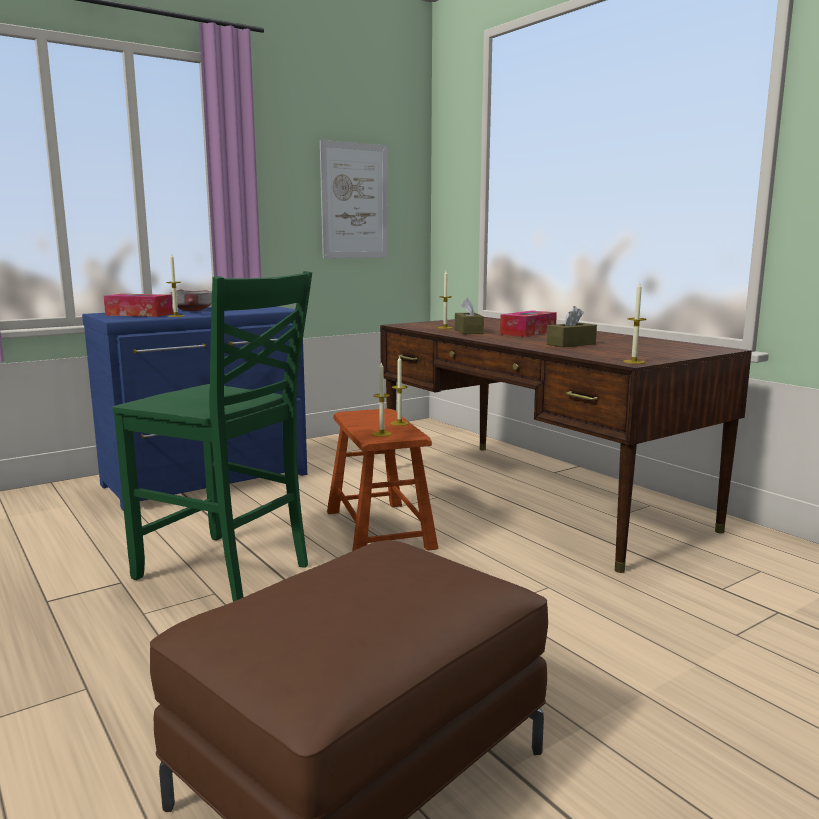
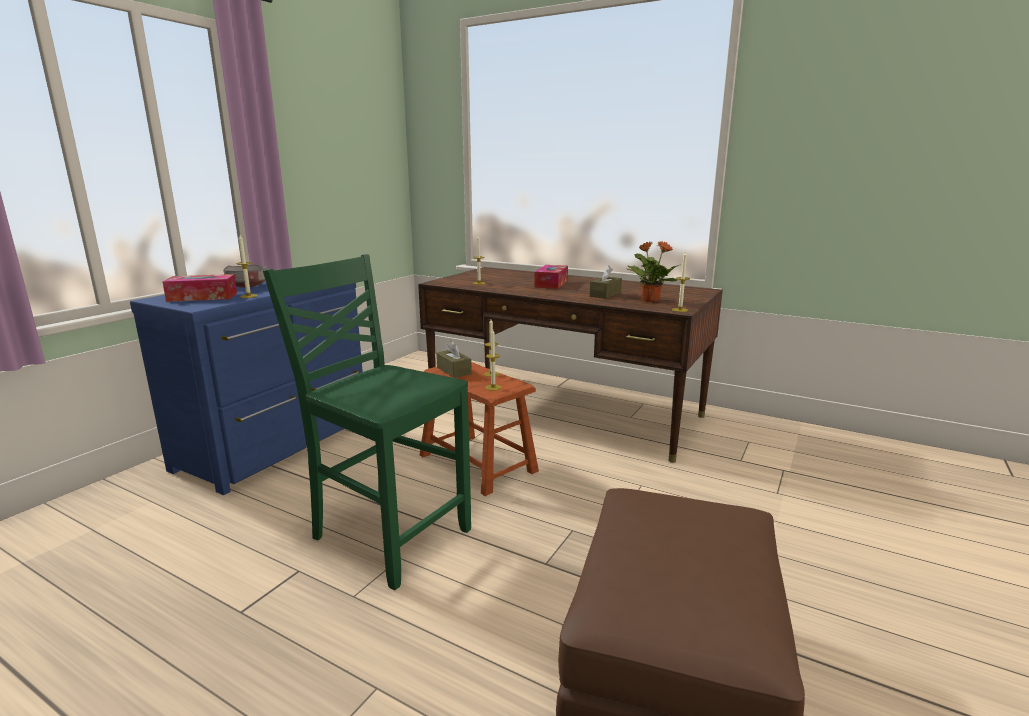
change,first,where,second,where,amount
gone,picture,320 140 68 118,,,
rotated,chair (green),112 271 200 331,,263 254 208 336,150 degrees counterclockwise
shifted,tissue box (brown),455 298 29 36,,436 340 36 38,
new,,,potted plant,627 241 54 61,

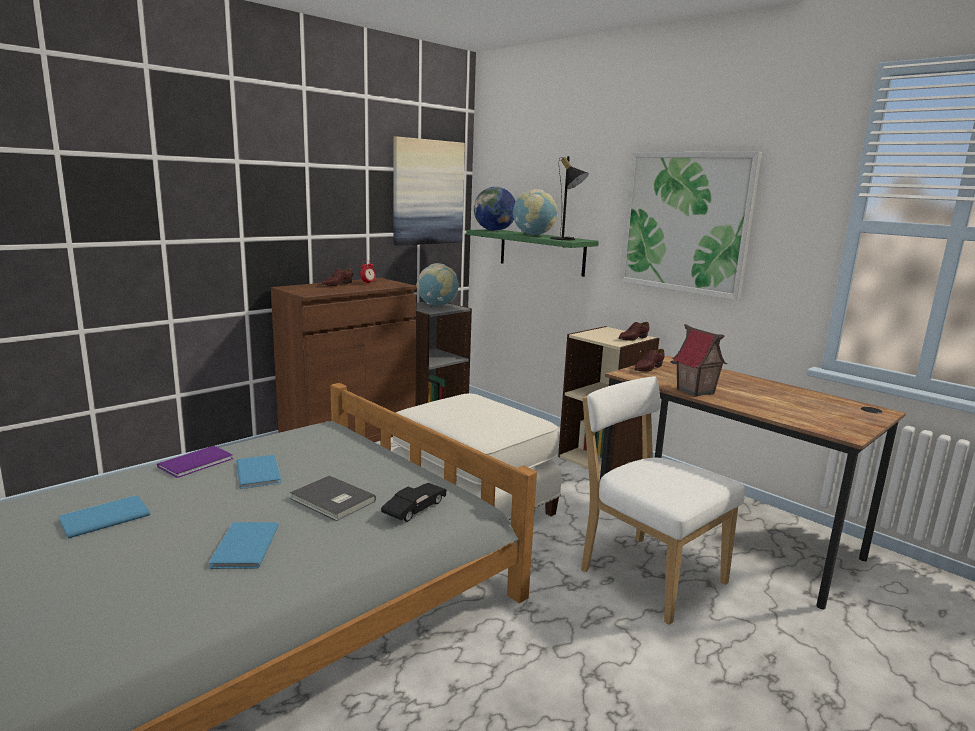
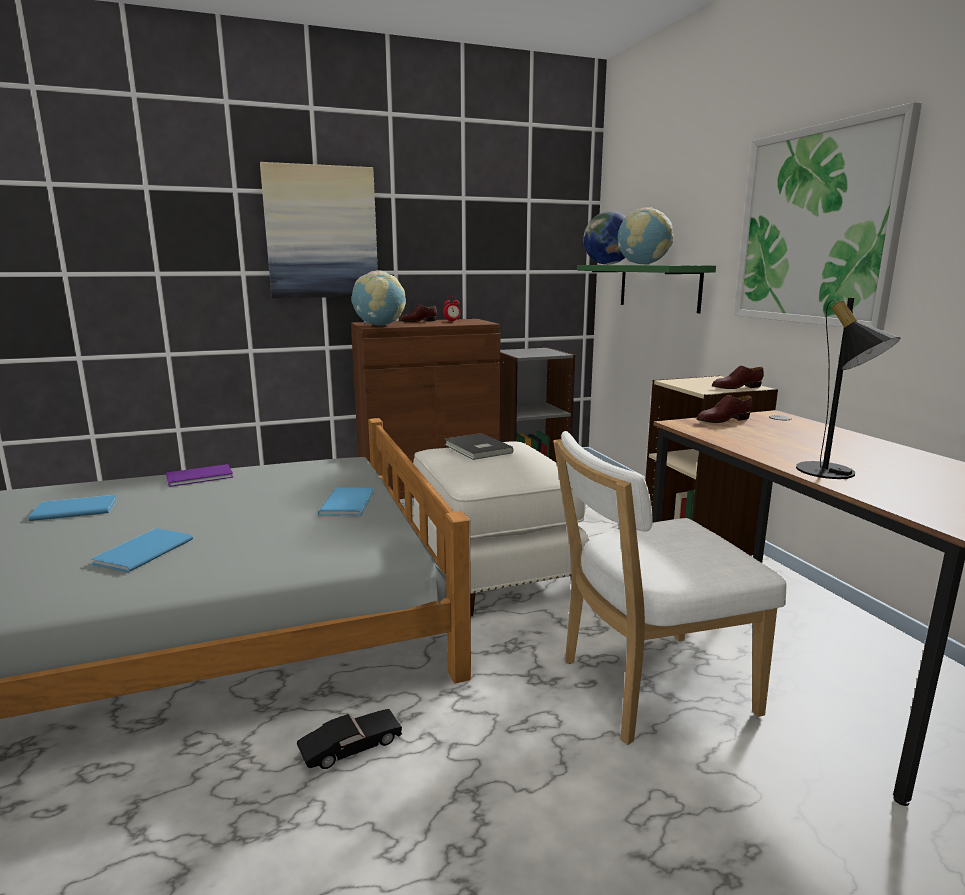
change,first,where,second,where,amount
shifted,picture,393 137 72 109,,260 162 118 136,
shifted,table lamp (black),550 156 39 84,,796 297 104 182,
shifted,globe,416 263 42 43,,351 271 55 55,
gone,toy house,672 324 55 73,,,
rotated,chair (white),581 376 164 249,,553 431 233 314,90 degrees counterclockwise
shifted,book (blue),236 455 45 34,,318 487 56 29,
shifted,book (grey),290 476 86 45,,444 433 69 27,
shifted,toy car (black),381 483 66 39,,297 709 105 60,

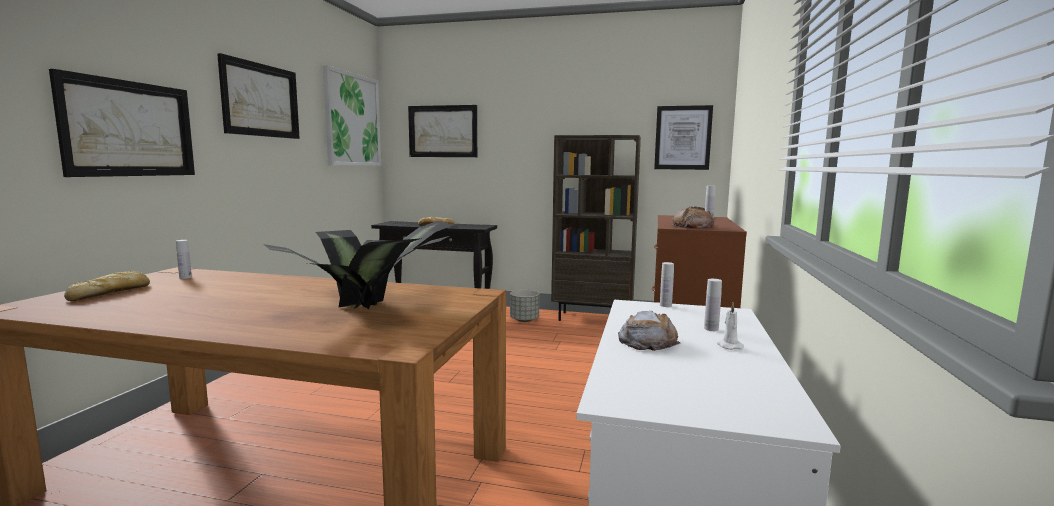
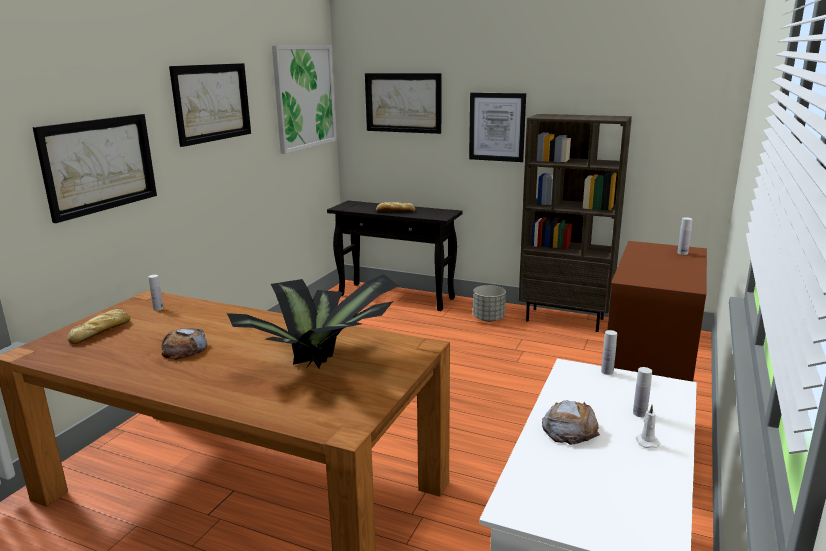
change,first,where,second,where,amount
shifted,picture,654 105 59 65,,469 93 57 69,
shifted,bread,672 206 43 22,,161 328 46 32,

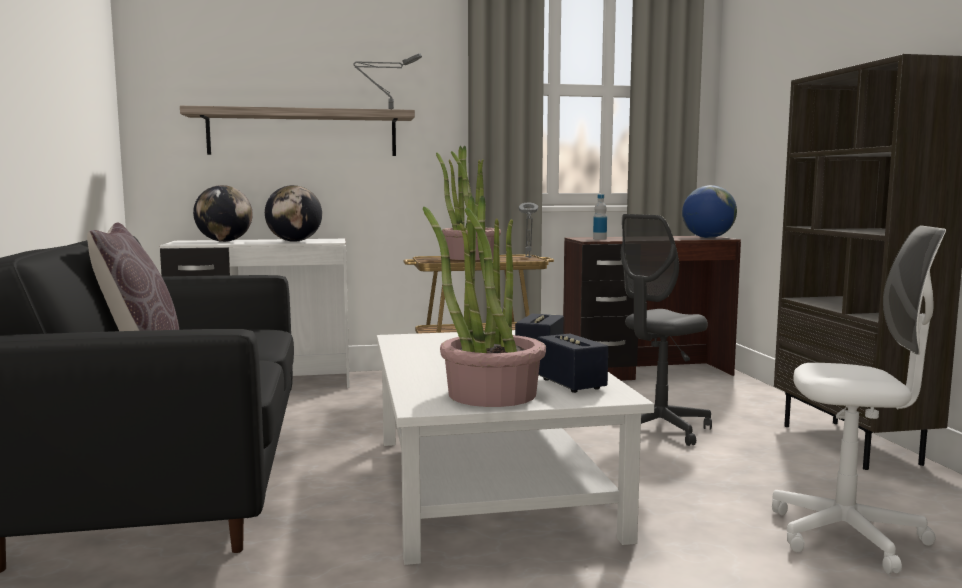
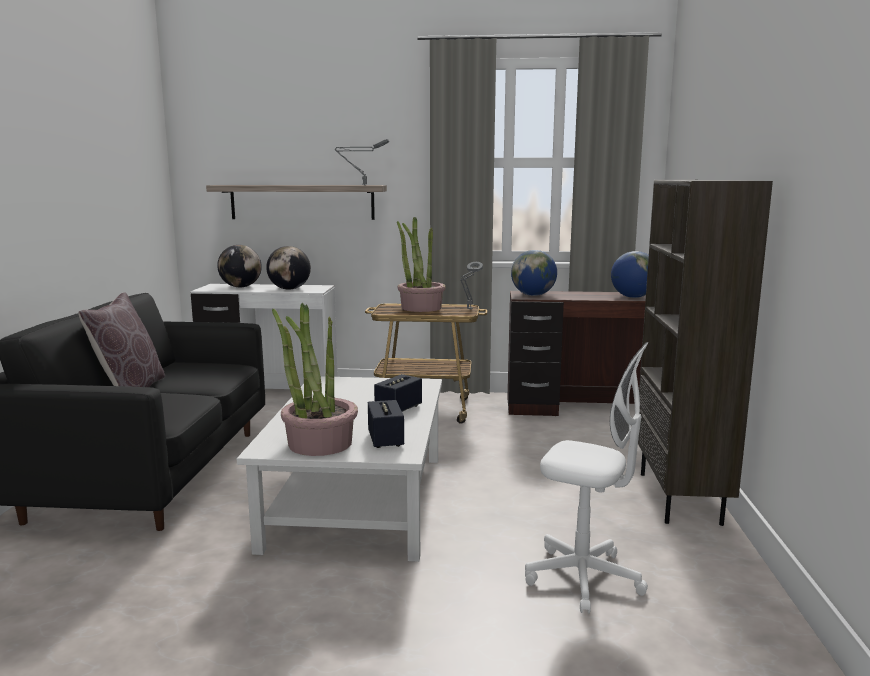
change,first,where,second,where,amount
swapped,bottle,593 194 14 46,globe,511 250 46 46,
gone,office chair (grey),621 214 91 232,,,

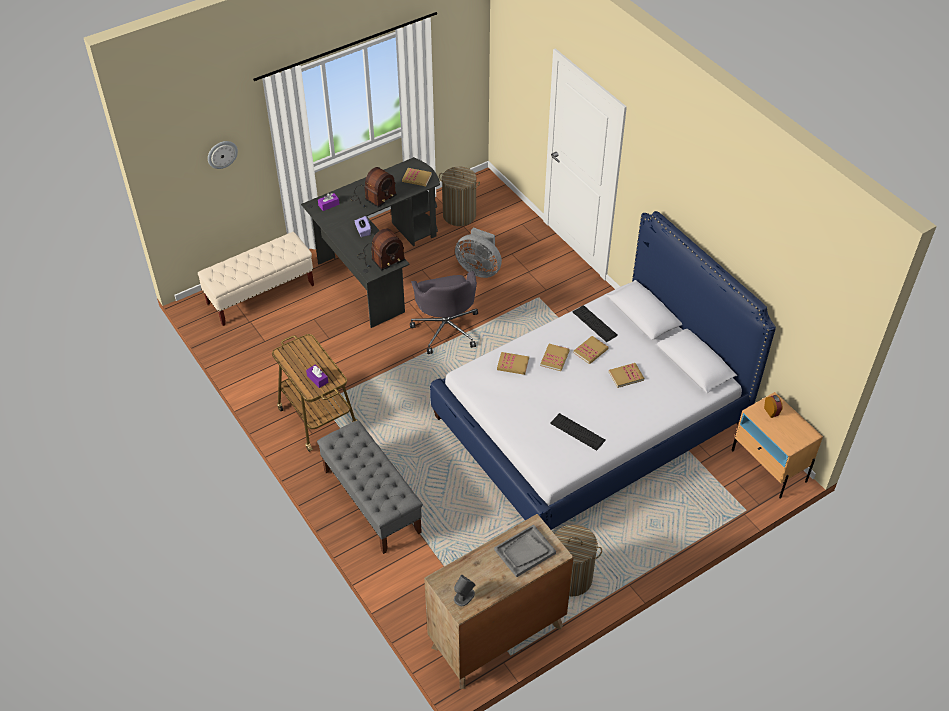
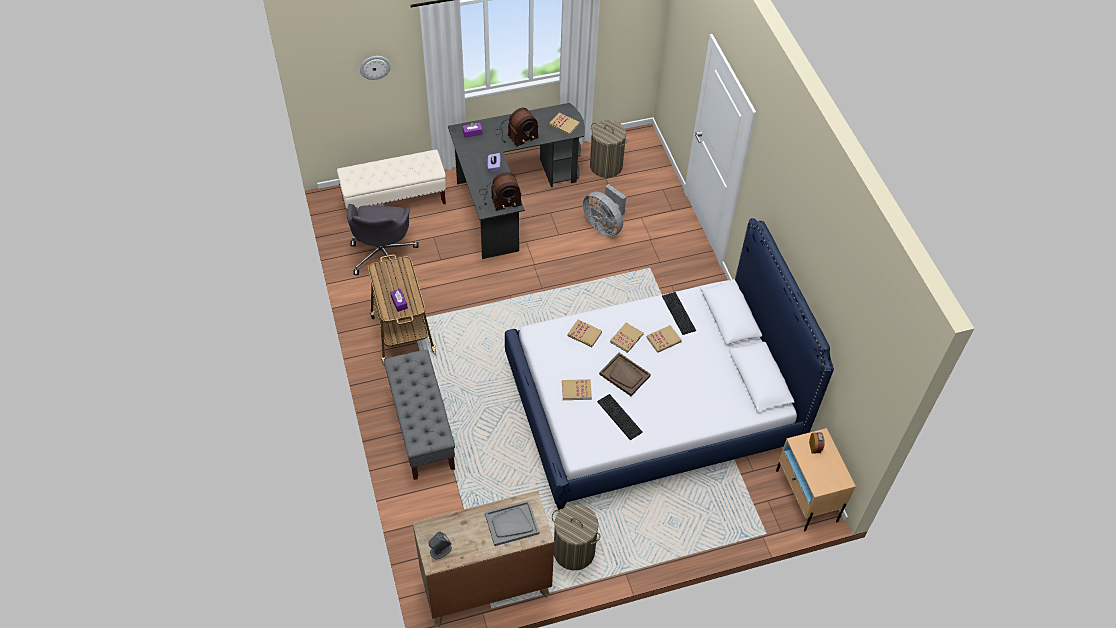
change,first,where,second,where,amount
shifted,office chair (grey),410 271 68 83,,347 204 72 75,
shifted,book,609 363 35 25,,562 379 30 21,
new,,,tray (brown),599 353 52 43,

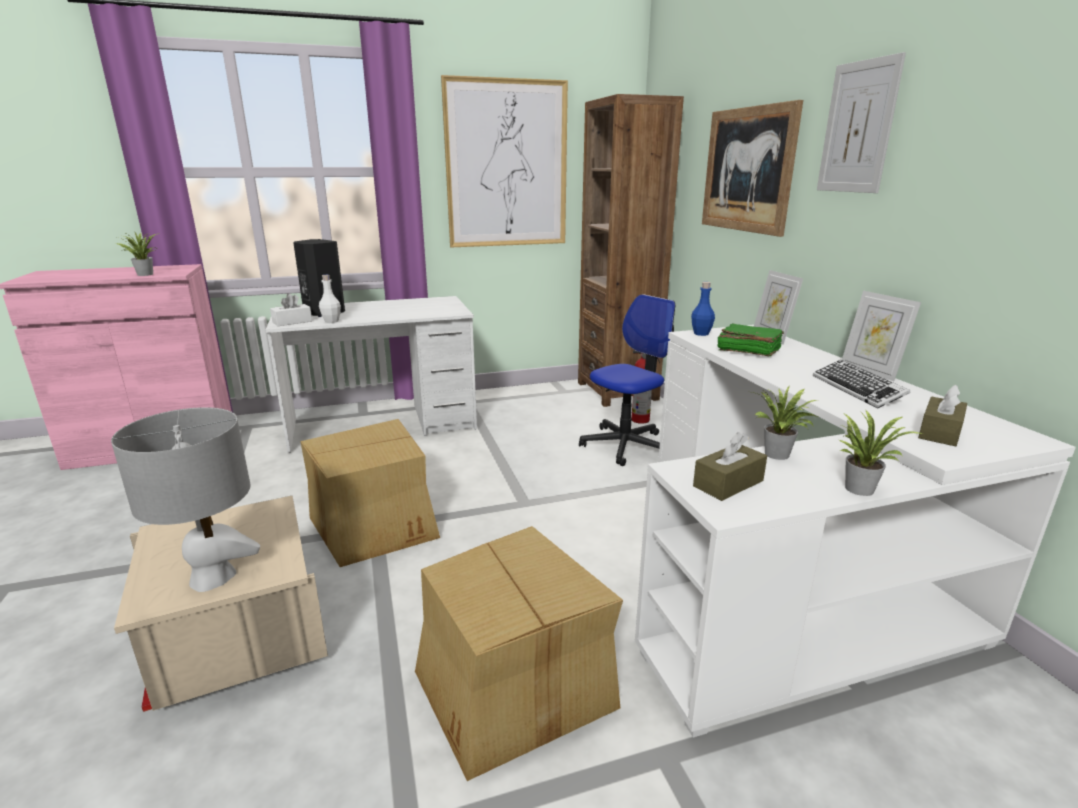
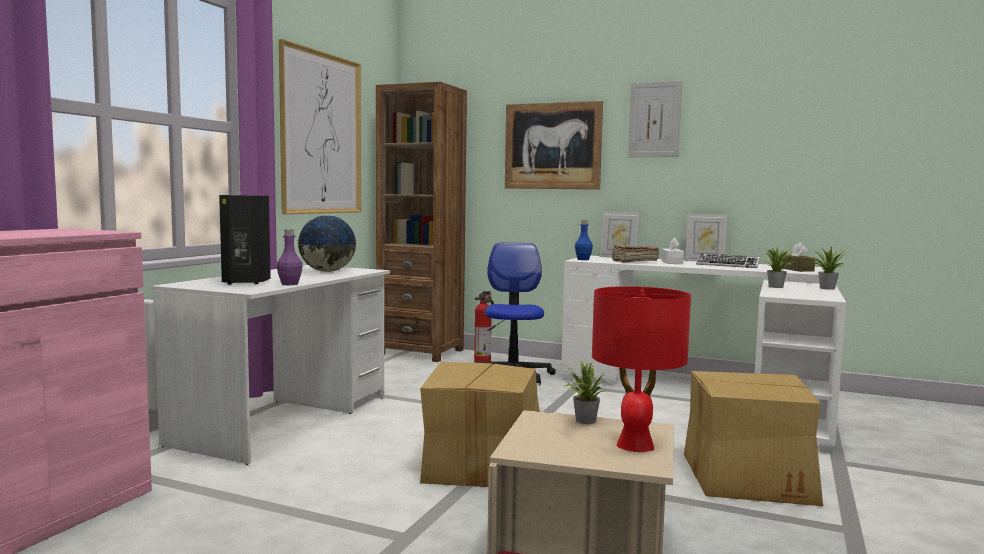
change,first,where,second,where,amount
shifted,potted plant,116 233 40 43,,562 360 49 64,
repainted,bottle (white),319 275 22 48,bottle (purple),277 229 26 56,
shifted,tissue box (white),270 293 42 33,,661 237 23 27,
repainted,book (green),717 323 67 33,book (brown),612 245 47 18,
repainted,table lamp (grey),111 407 149 185,table lamp (red),592 286 99 166,
gone,tissue box (brown),693 432 74 69,,,
new,,,globe,297 215 60 57,

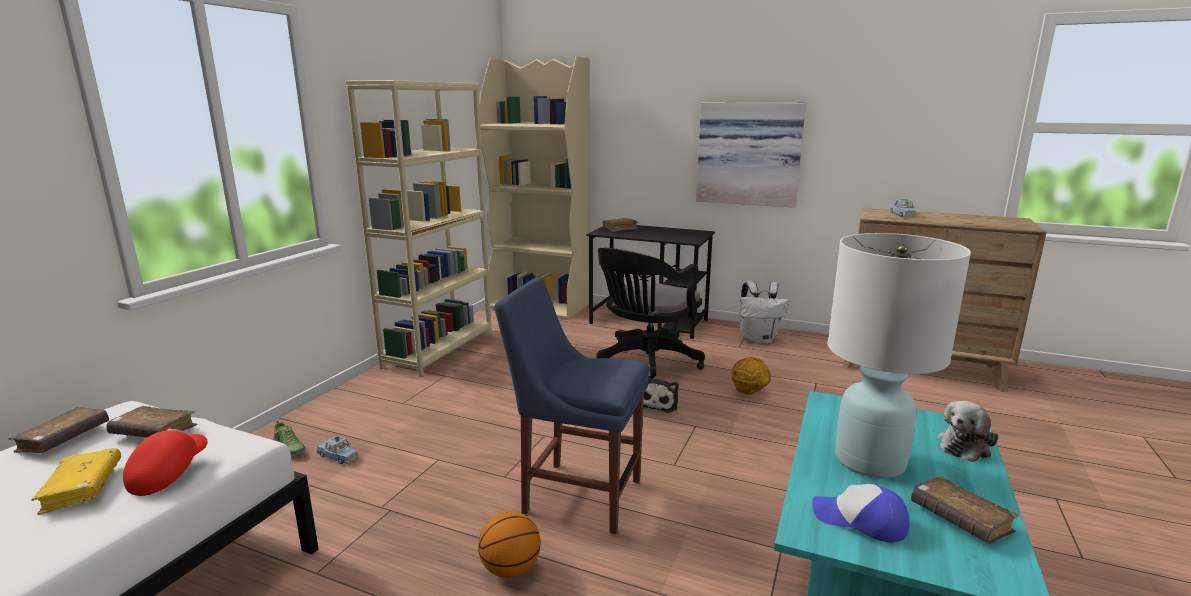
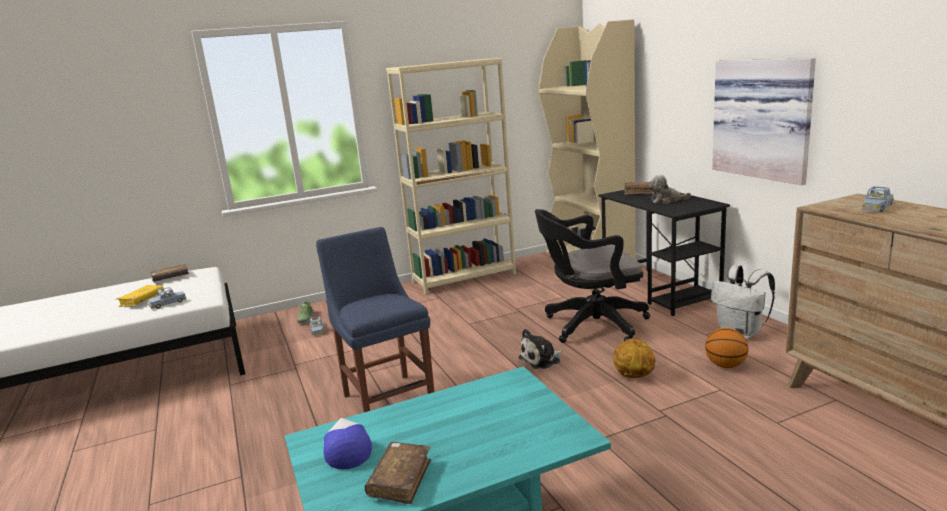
change,first,where,second,where,amount
gone,table lamp (white),828 233 143 245,,,
shifted,plush toy,937 401 62 61,,649 174 42 29,
gone,book (brown),106 406 91 32,,,
swapped,cap (red),123 429 84 67,toy car (blue),148 287 38 22,
shifted,basketball,478 511 63 67,,705 328 43 40,

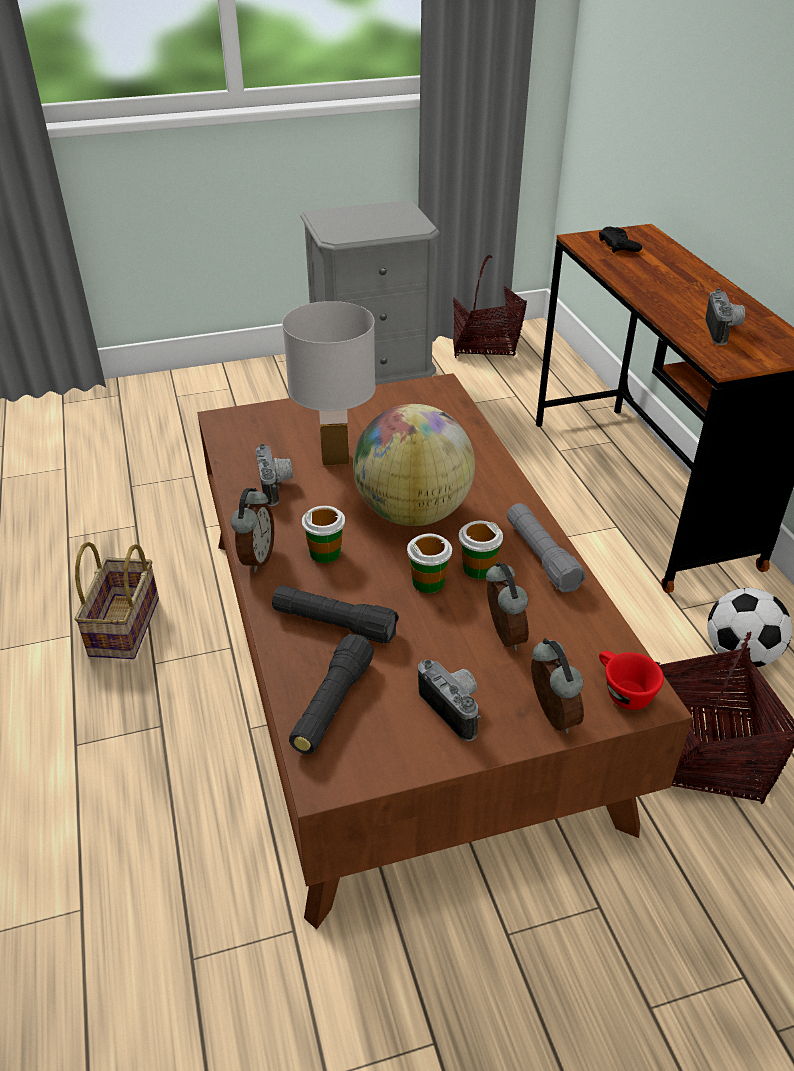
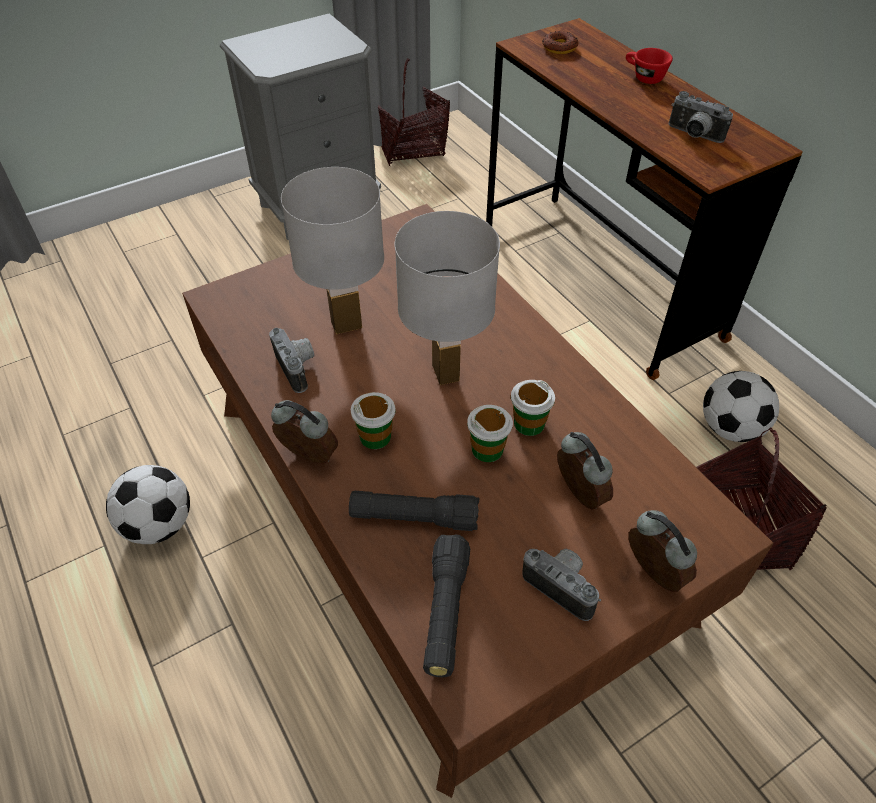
change,first,where,second,where,amount
swapped,game controller (black),599 227 43 26,donut,542 31 36 23,
rotated,photo camera,705 288 40 57,,669 91 64 52,135 degrees clockwise
swapped,globe,353 404 122 122,table lamp (white),395 211 105 174,
rotated,alarm clock,231 488 43 84,,271 400 67 64,60 degrees counterclockwise
gone,flashlight (grey),507 503 79 89,,,
swapped,basket,74 542 85 117,football,106 465 84 79,
shifted,cup (red),599 651 65 59,,626 48 47 36,

